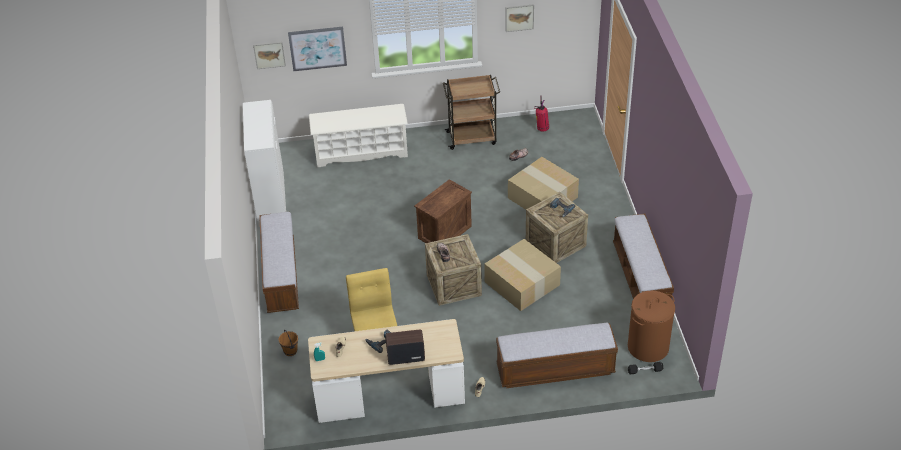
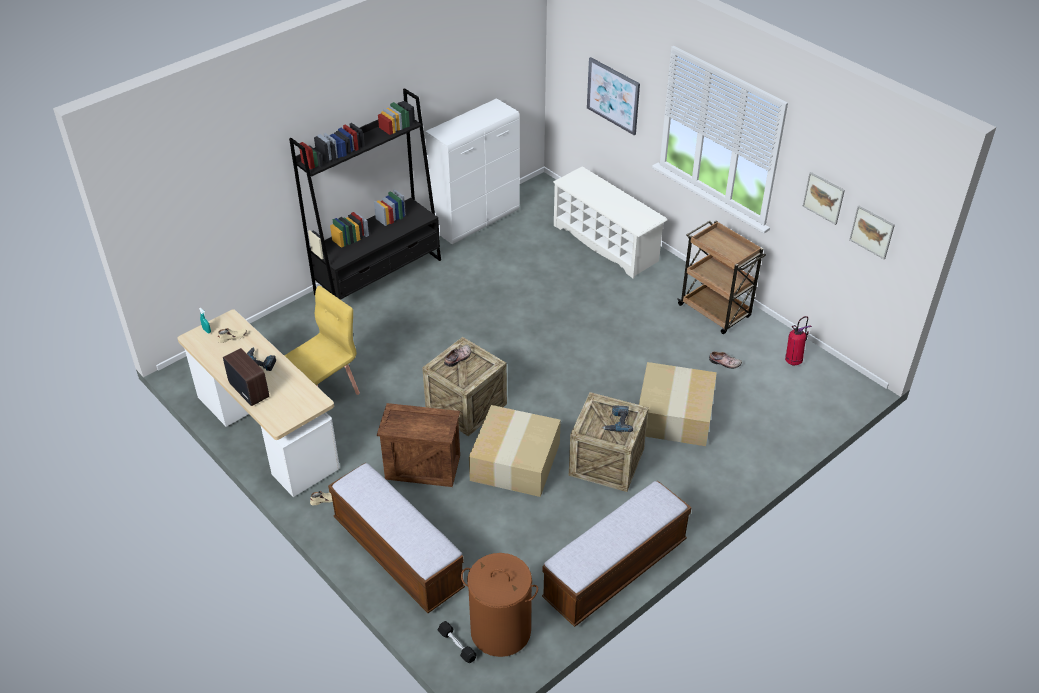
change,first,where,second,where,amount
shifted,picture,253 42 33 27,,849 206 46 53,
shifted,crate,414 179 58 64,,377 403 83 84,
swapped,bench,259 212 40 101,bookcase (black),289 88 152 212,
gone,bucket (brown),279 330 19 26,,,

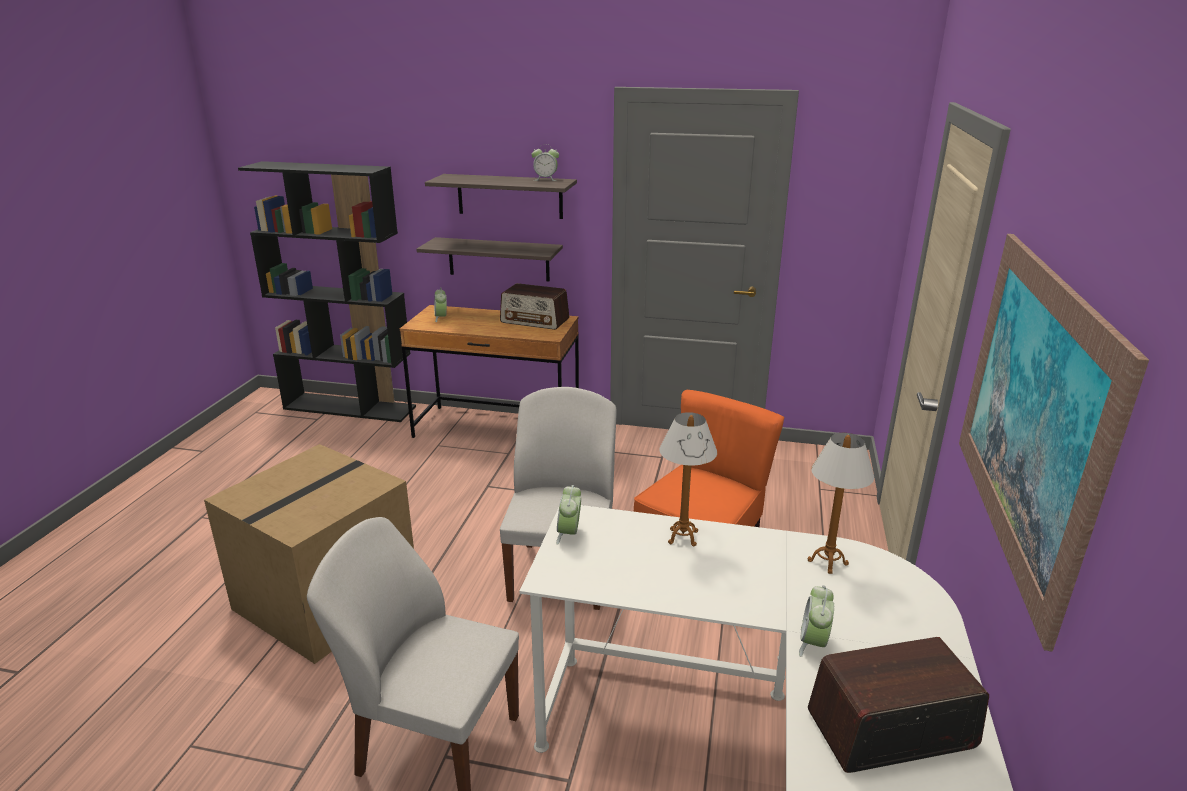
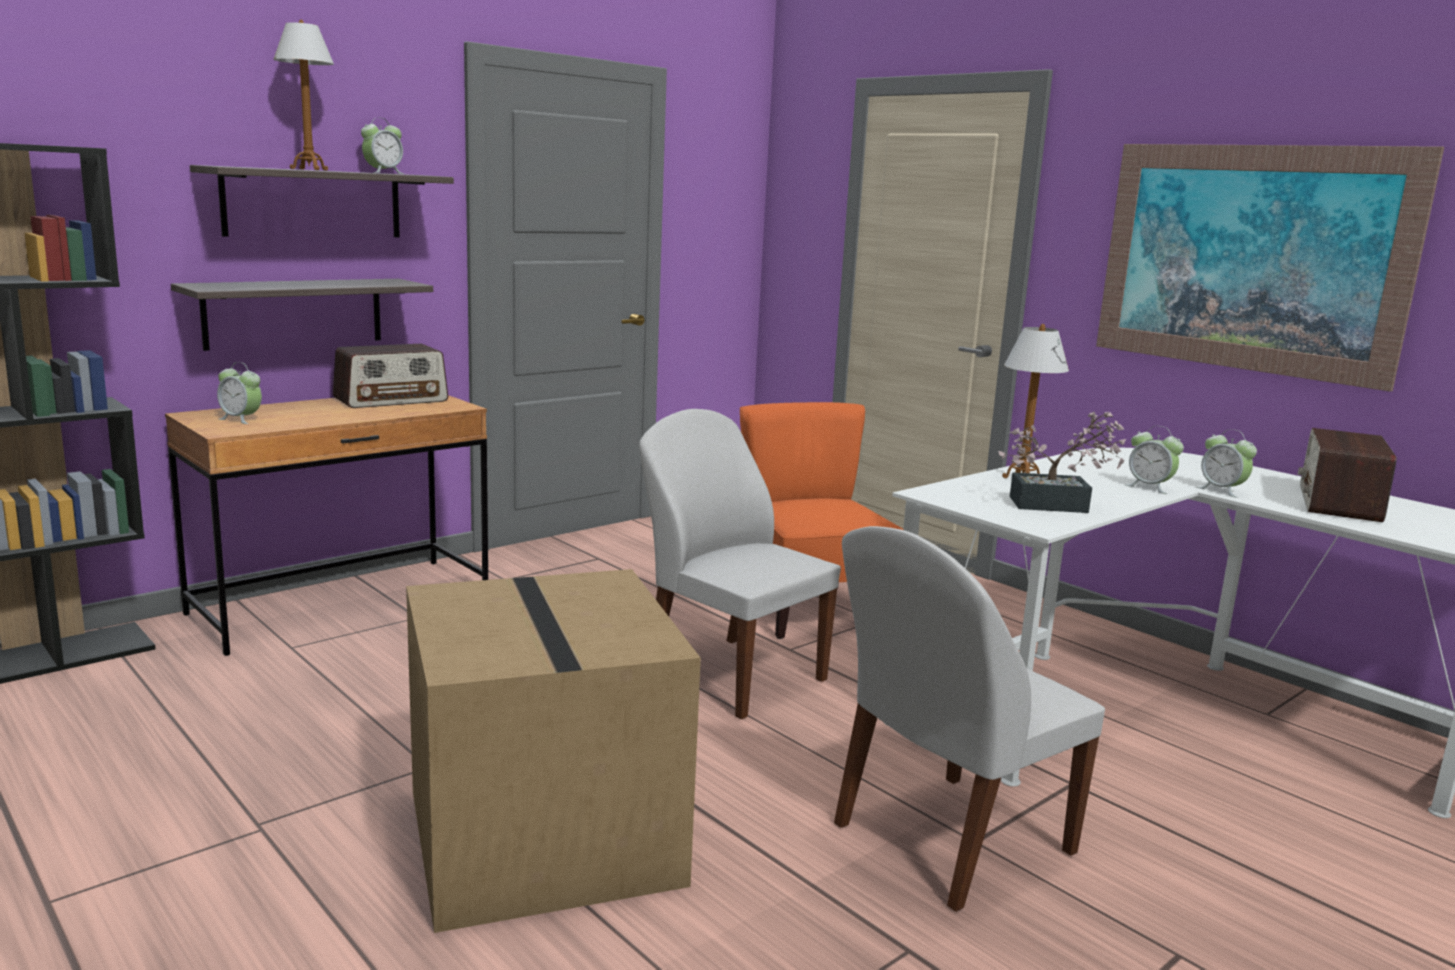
change,first,where,second,where,amount
shifted,table lamp,808 433 66 141,,273 20 61 151,
shifted,alarm clock,556 485 25 60,,1126 426 58 68,
new,,,potted plant,998 412 128 101,

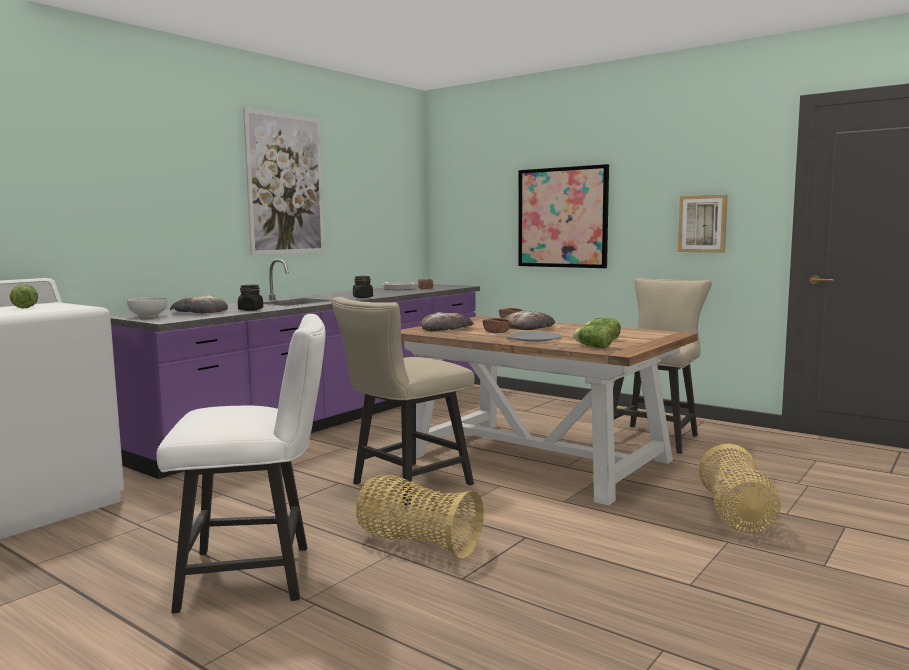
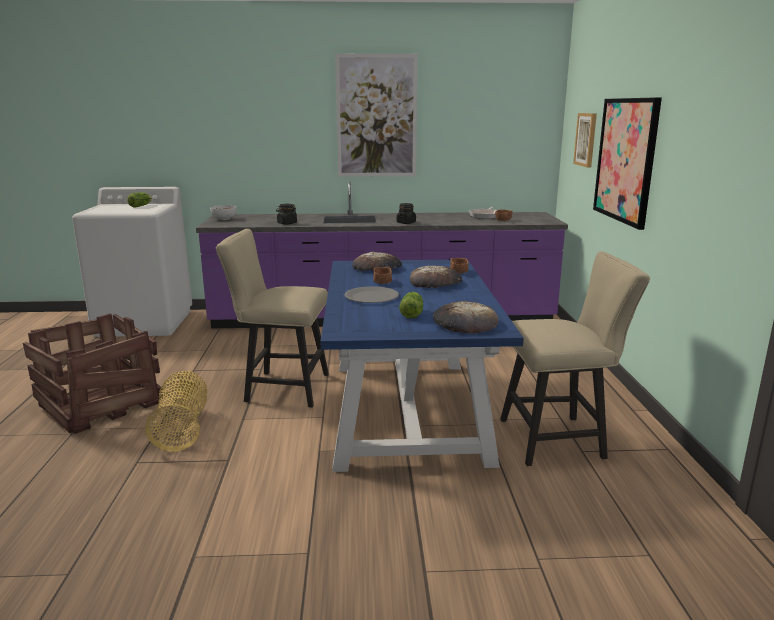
change,first,where,second,where,amount
shifted,picture,678 195 50 58,,573 113 24 55,
shifted,bread,170 295 58 19,,433 301 65 32,
swapped,chair (white),156 314 169 299,crate,23 314 140 120,
repainted,dining table (brown),401 316 297 190,dining table (blue),321 260 203 212,
gone,lettuce,573 325 40 23,,,
gone,basket,699 444 82 90,,,

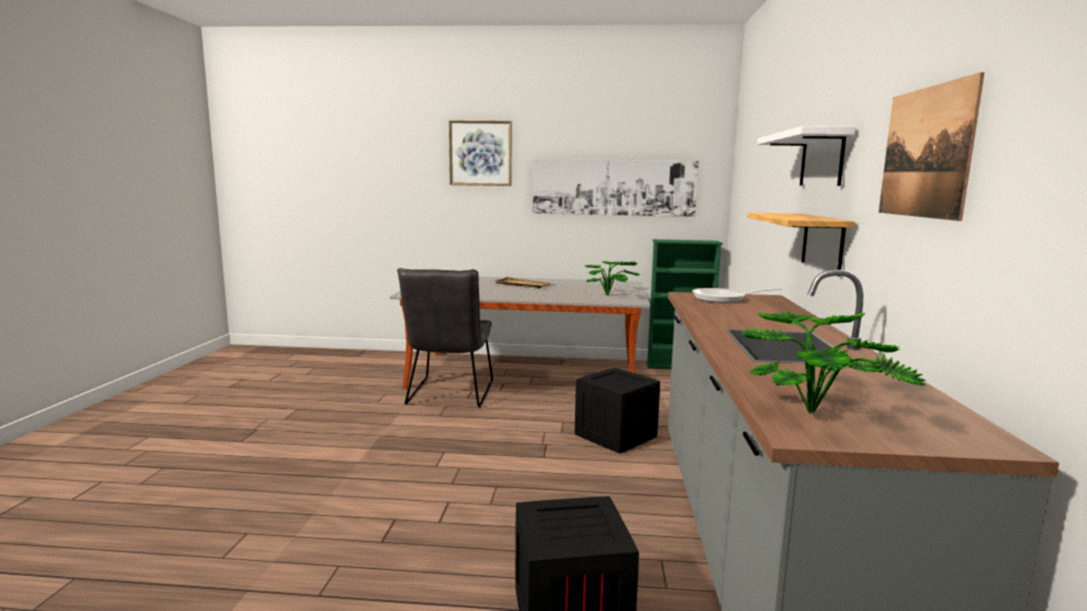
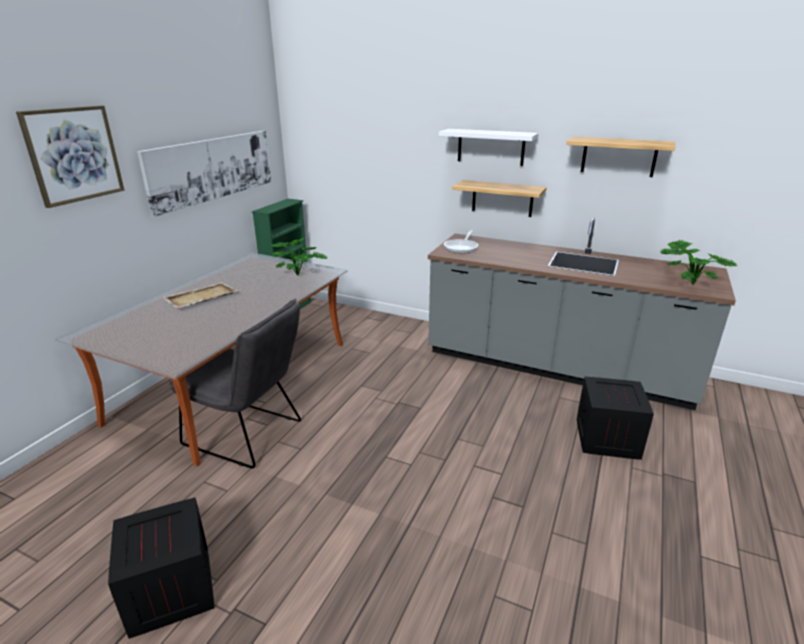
change,first,where,second,where,amount
swapped,picture,879 72 106 149,shelf,566 136 109 41,
shifted,crate,575 368 85 86,,108 498 106 141,

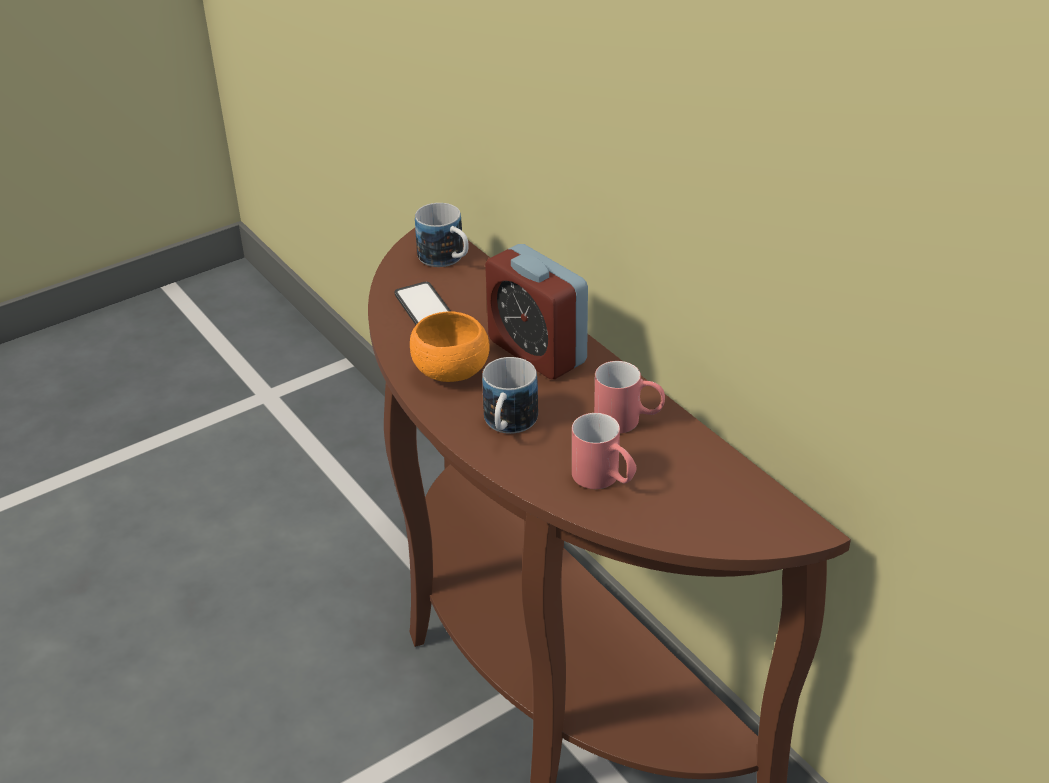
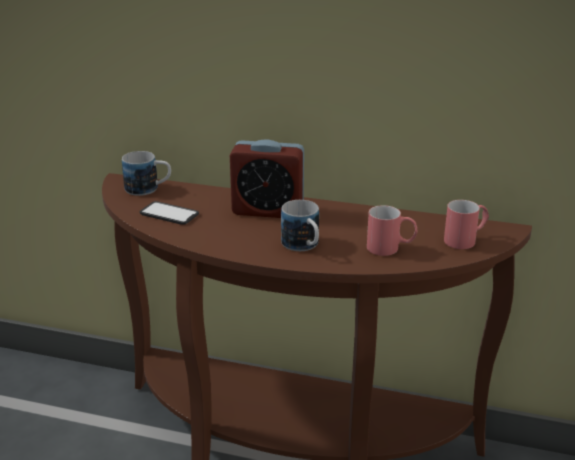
change,first,where,second,where,amount
gone,bowl (orange),410 311 80 71,,,
shifted,mug (red),594 361 71 73,,444 200 45 49,

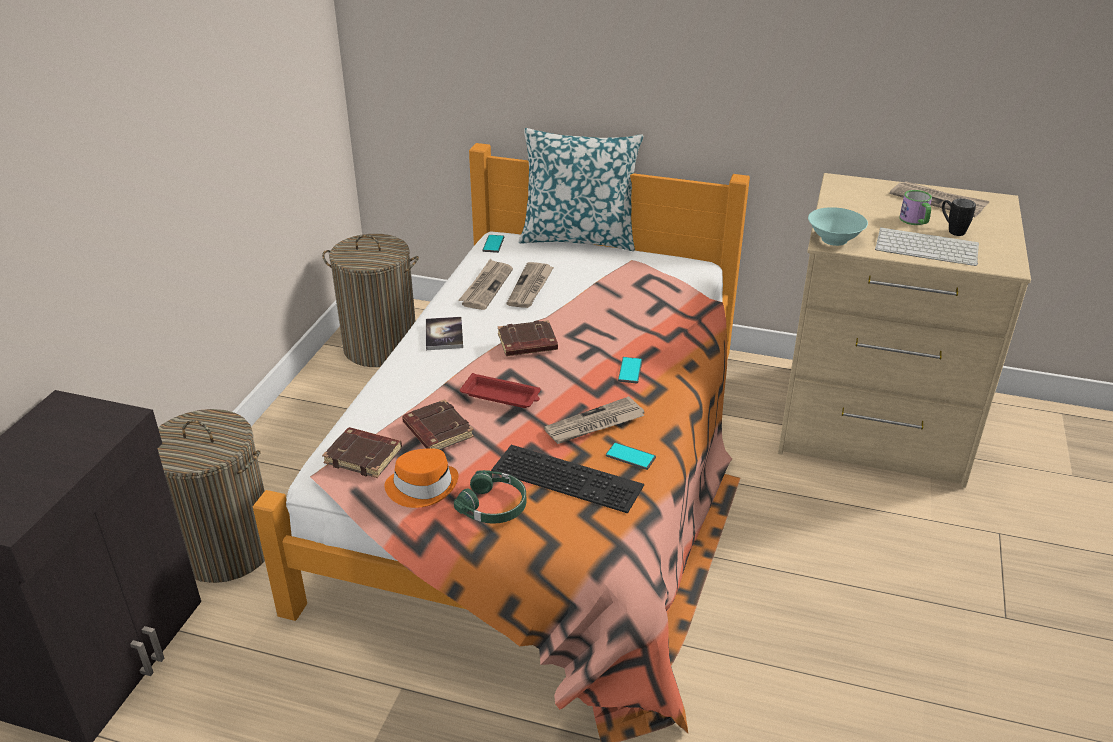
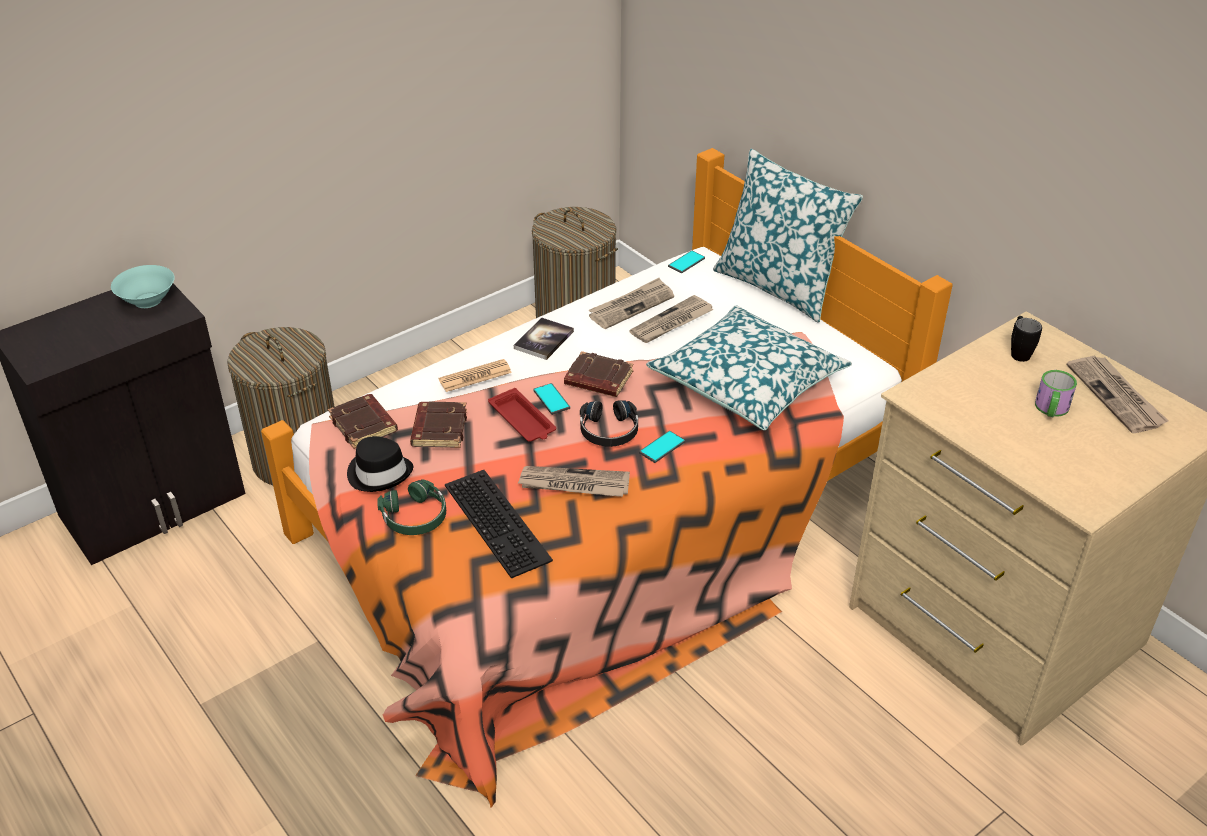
change,first,where,second,where,amount
shifted,mug (black),942 198 34 38,,1011 316 31 46,
shifted,bowl (turquoise),808 207 60 39,,111 265 64 43,
gone,keyboard,875 227 104 39,,,
shifted,phone,606 442 50 28,,533 383 37 32,
repainted,hat (orange),385 448 74 60,hat (black),347 436 66 56,
new,,,pillow,646 306 206 124,
new,,,newspaper,438 359 74 33,
new,,,headphones (black),580 400 58 47,

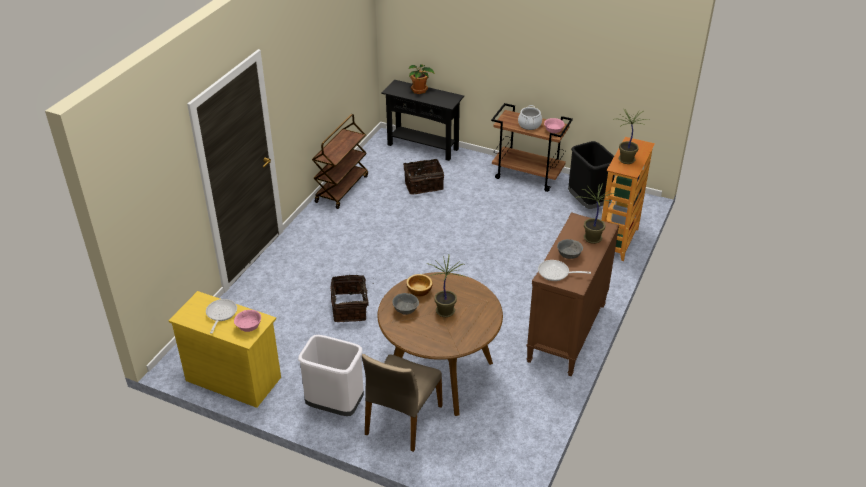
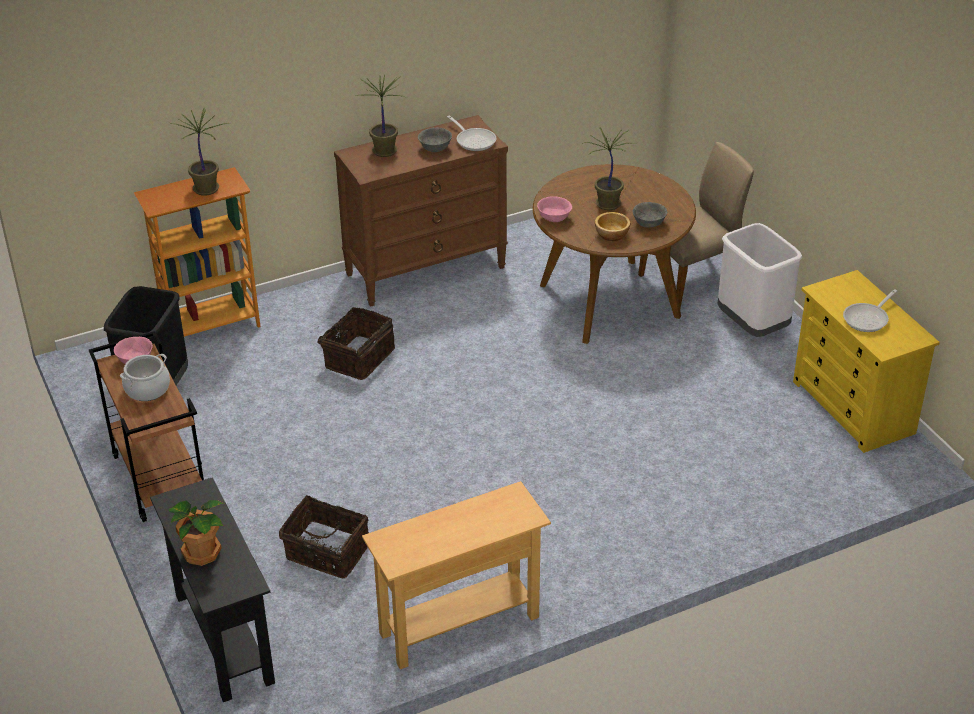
change,first,where,second,where,amount
swapped,cart (brown),312 114 56 95,console table (beige),362 481 189 188,
shifted,basket,330 274 42 48,,318 307 77 73,
shifted,bowl (pink),234 310 27 22,,537 196 35 26,

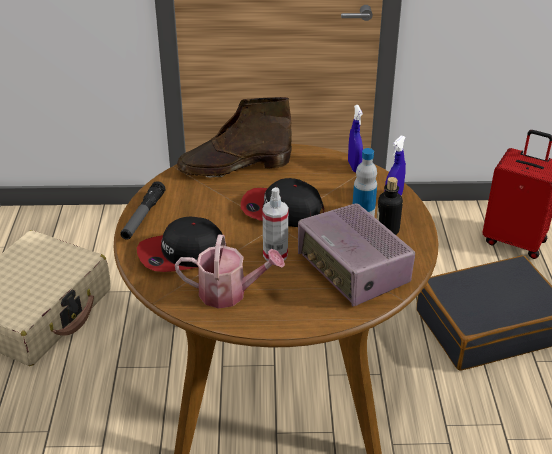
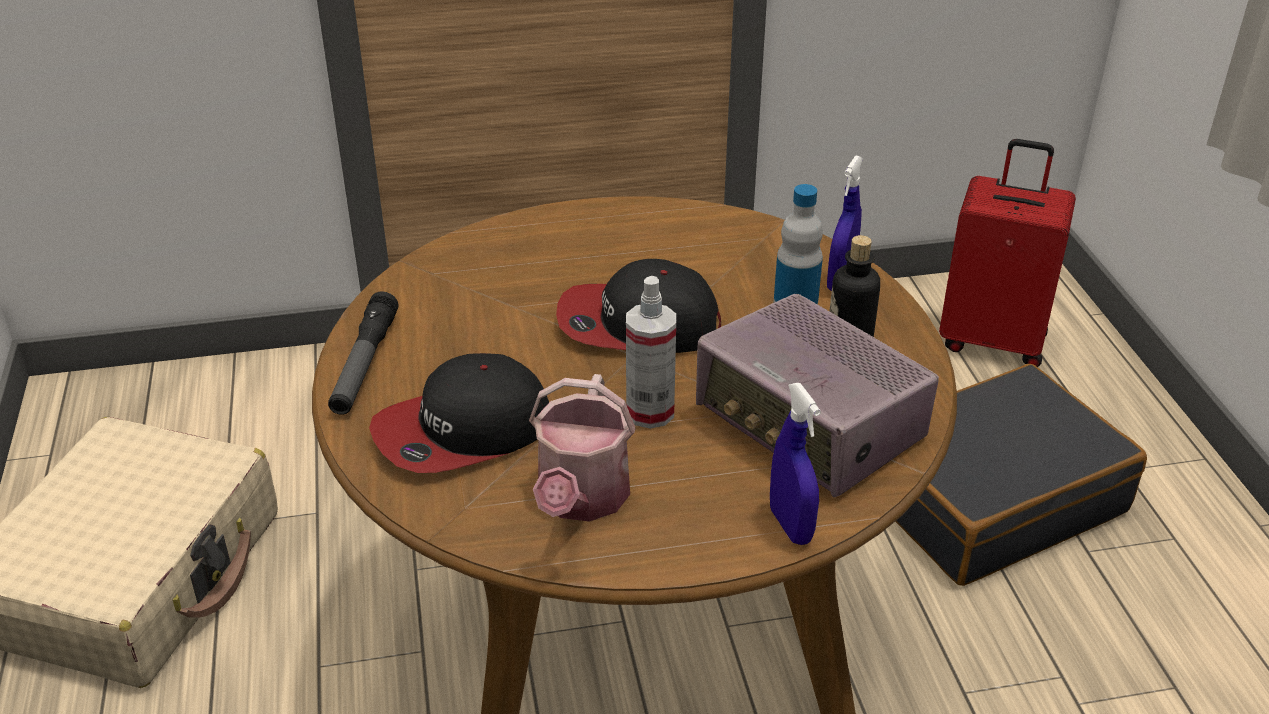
change,first,where,second,where,amount
gone,boot (brown),177 97 115 81,,,
shifted,spray bottle (blue),348 105 15 67,,770 383 51 162,
rotated,watering can,175 235 110 74,,529 374 107 148,105 degrees clockwise

